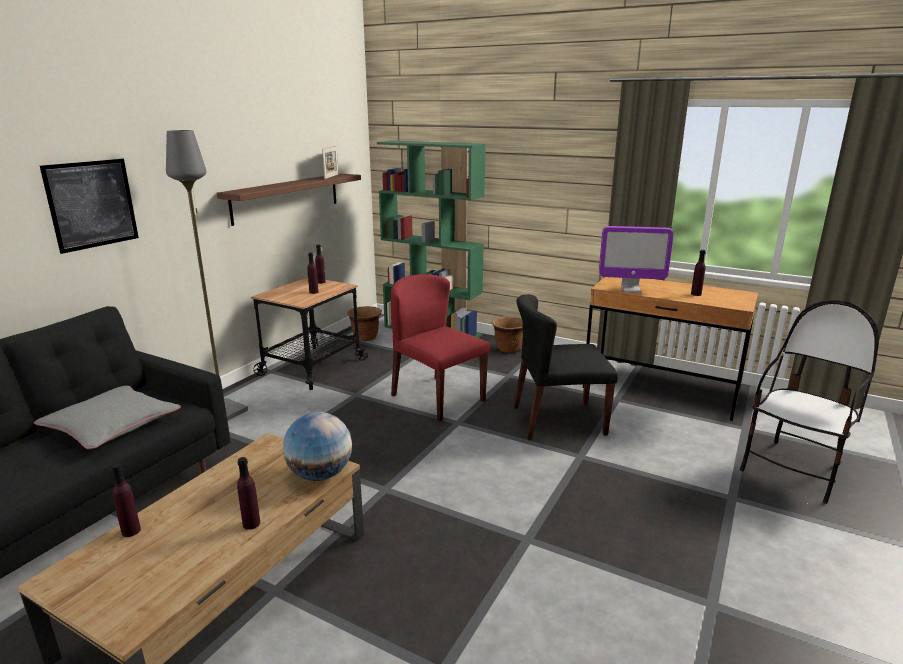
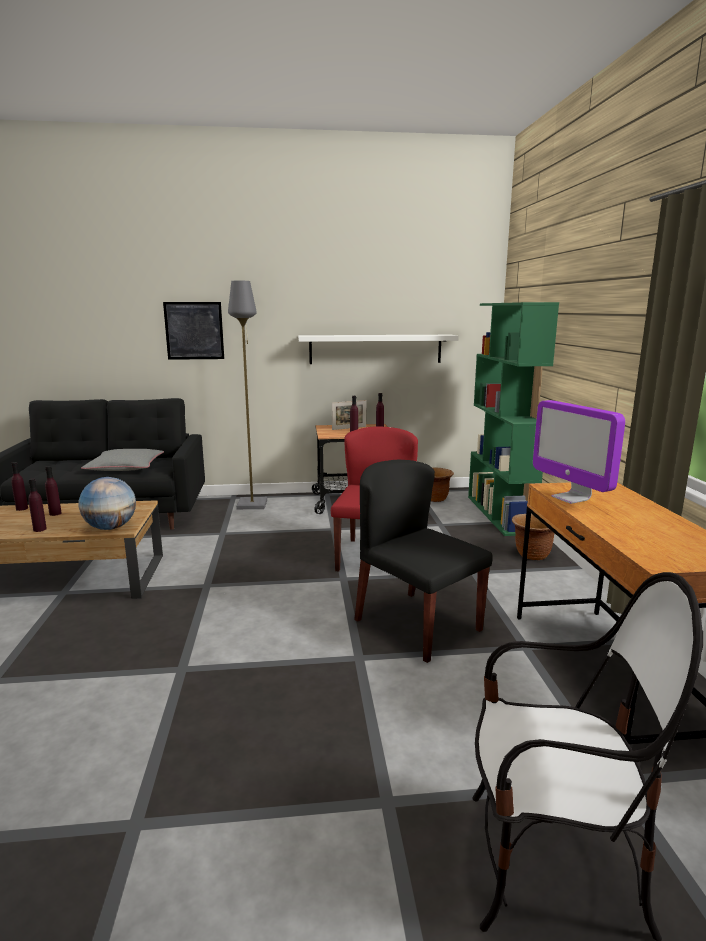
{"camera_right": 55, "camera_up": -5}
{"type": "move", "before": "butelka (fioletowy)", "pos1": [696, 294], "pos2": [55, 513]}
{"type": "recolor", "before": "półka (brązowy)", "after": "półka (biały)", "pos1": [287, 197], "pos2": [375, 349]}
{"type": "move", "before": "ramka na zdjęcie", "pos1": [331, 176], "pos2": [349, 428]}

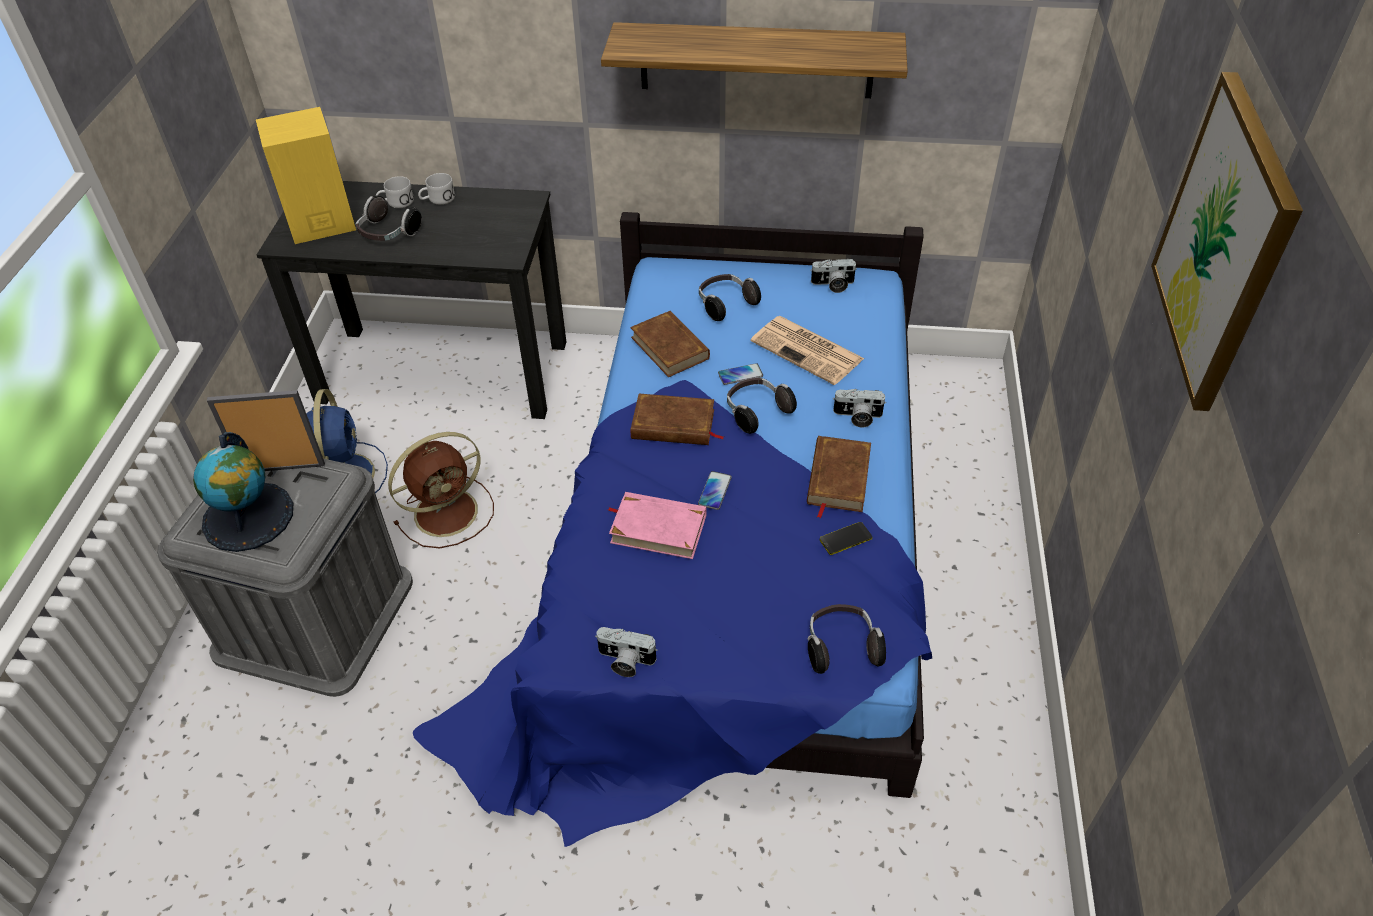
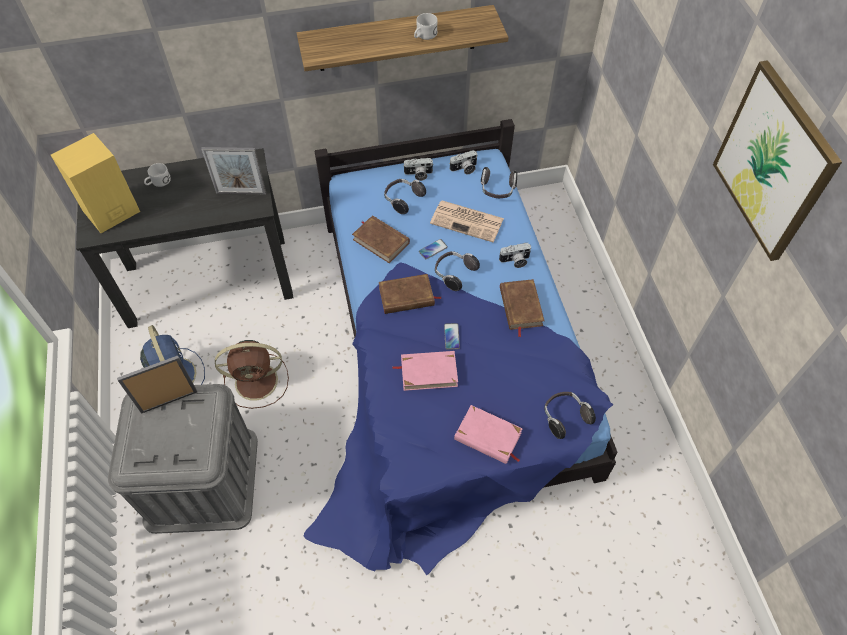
{"camera_right": -20, "camera_up": 10}
{"type": "insert", "after": "ramka na zdjęcie", "pos2": [241, 193]}
{"type": "rotate", "before": "wentylator (brązowy)", "pos1": [449, 511], "pos2": [258, 381], "turn": 45}
{"type": "move", "before": "aparat fotograficzny", "pos1": [624, 661], "pos2": [418, 174]}
{"type": "move", "before": "kubek (biały)", "pos1": [437, 200], "pos2": [424, 36]}
{"type": "insert", "after": "książka (różowy)", "pos2": [488, 437]}
{"type": "move", "before": "słuchawki", "pos1": [388, 234], "pos2": [497, 190]}
{"type": "delete", "before": "globus", "pos1": [248, 516]}
{"type": "delete", "before": "telefon", "pos1": [845, 539]}

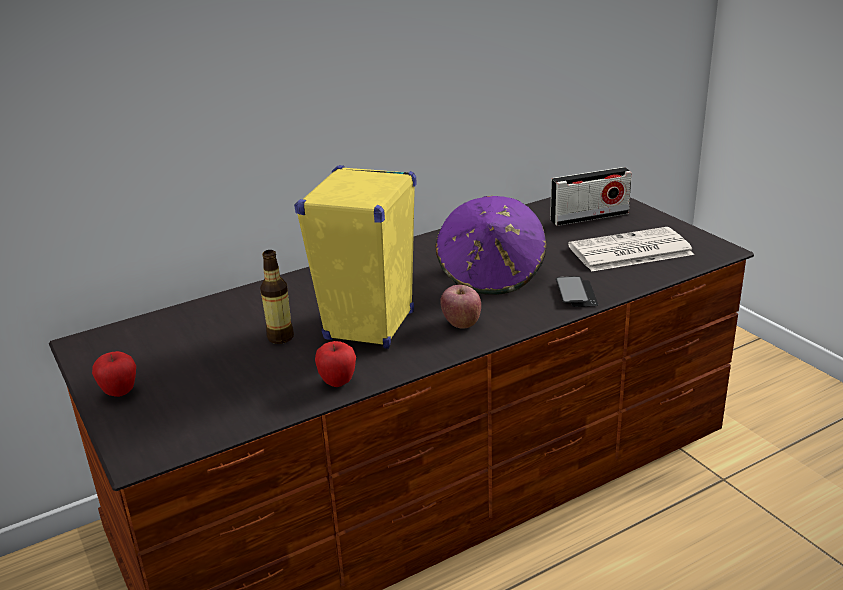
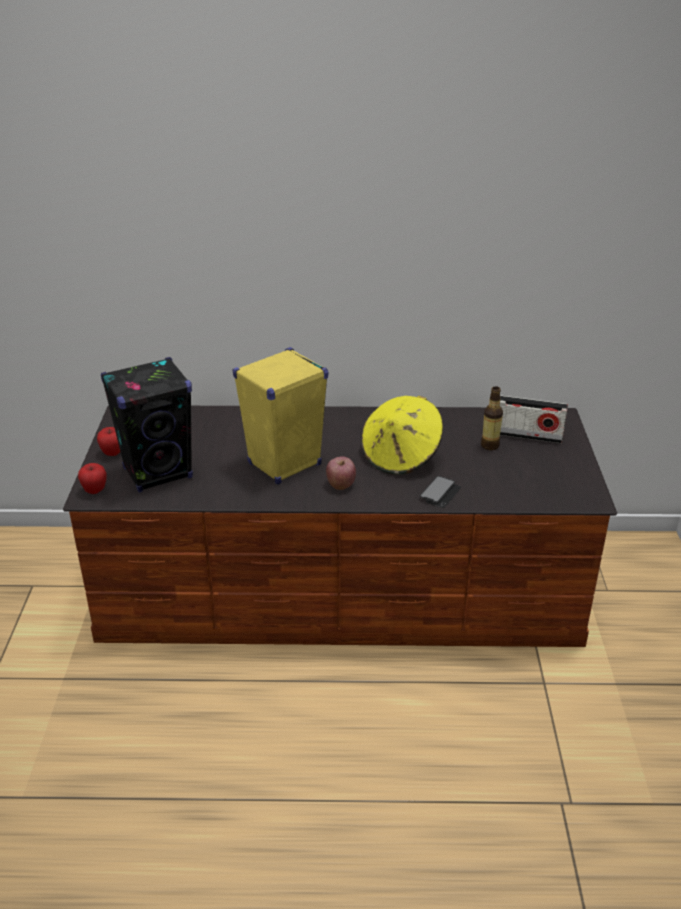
{"camera_right": 30, "camera_up": 5}
{"type": "move", "before": "jabłko", "pos1": [338, 382], "pos2": [95, 491]}
{"type": "insert", "after": "głośnik (czarny)", "pos2": [158, 473]}
{"type": "recolor", "before": "kapelusz (fioletowy)", "after": "kapelusz (żółty)", "pos1": [491, 275], "pos2": [401, 456]}
{"type": "move", "before": "butelka", "pos1": [280, 337], "pos2": [489, 445]}
{"type": "delete", "before": "gazeta", "pos1": [629, 251]}

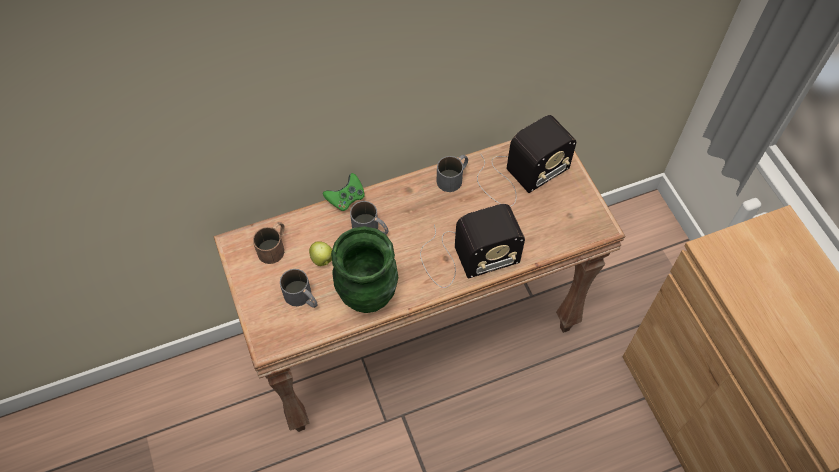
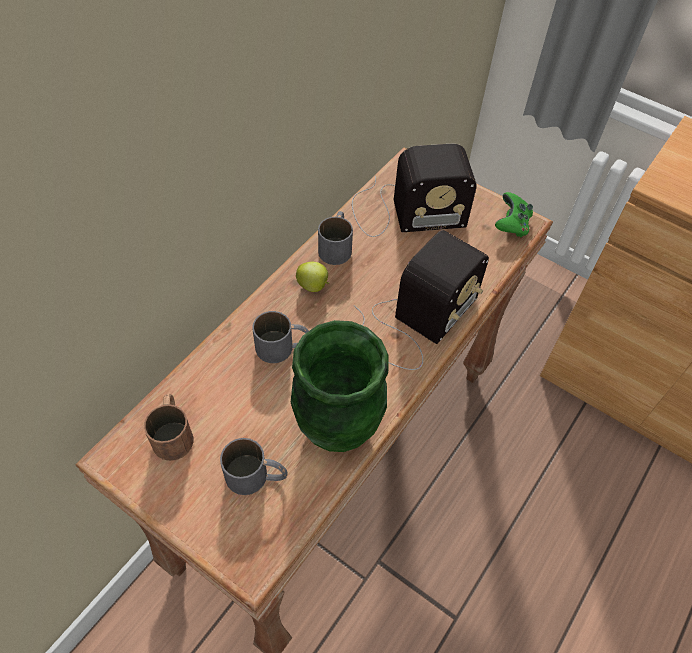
{"camera_right": -35, "camera_up": -5}
{"type": "move", "before": "jabłko", "pos1": [322, 260], "pos2": [313, 286]}
{"type": "rotate", "before": "radio", "pos1": [519, 175], "pos2": [404, 211], "turn": 60}
{"type": "move", "before": "pad do gier (zielony)", "pos1": [346, 199], "pos2": [511, 225]}

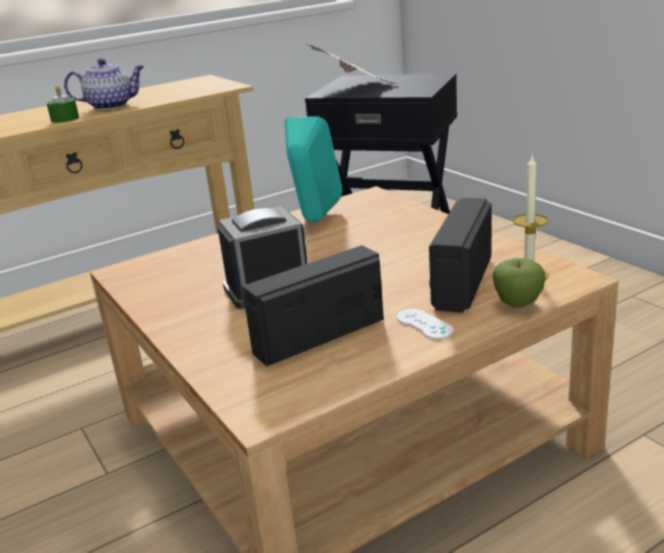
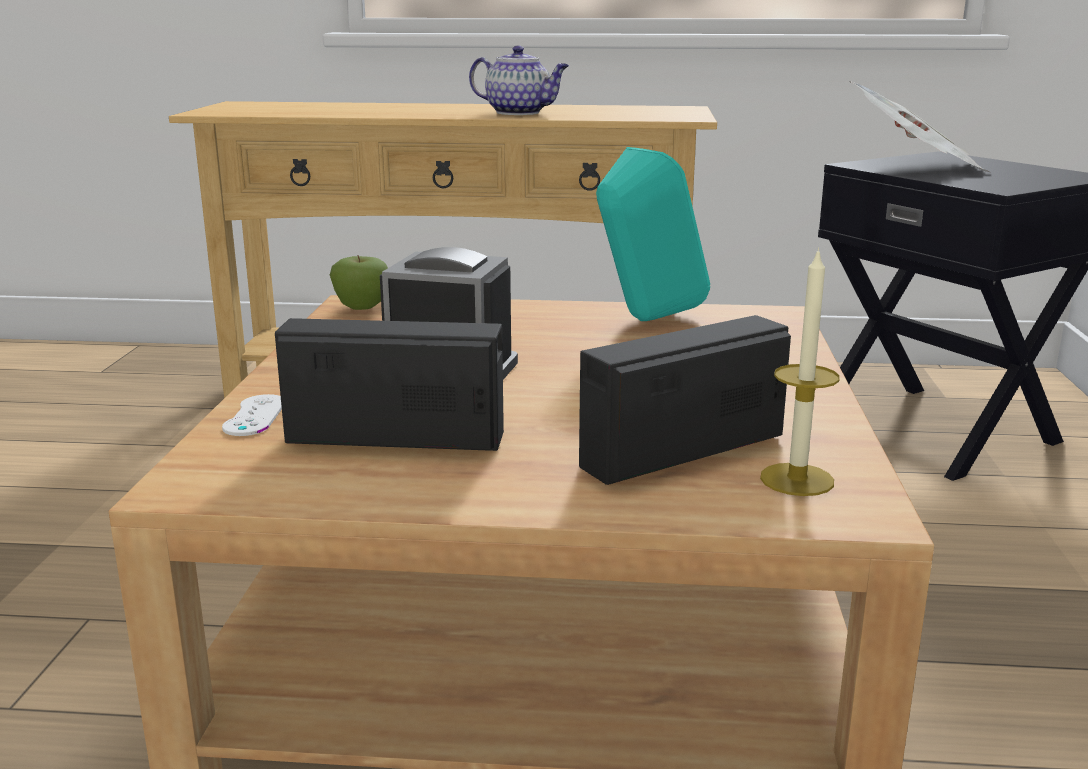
{"camera_right": 35, "camera_up": -5}
{"type": "move", "before": "pad do gier (biały)", "pos1": [424, 324], "pos2": [255, 416]}
{"type": "move", "before": "jabłko", "pos1": [518, 303], "pos2": [362, 308]}
{"type": "delete", "before": "świeca (zielony)", "pos1": [65, 119]}

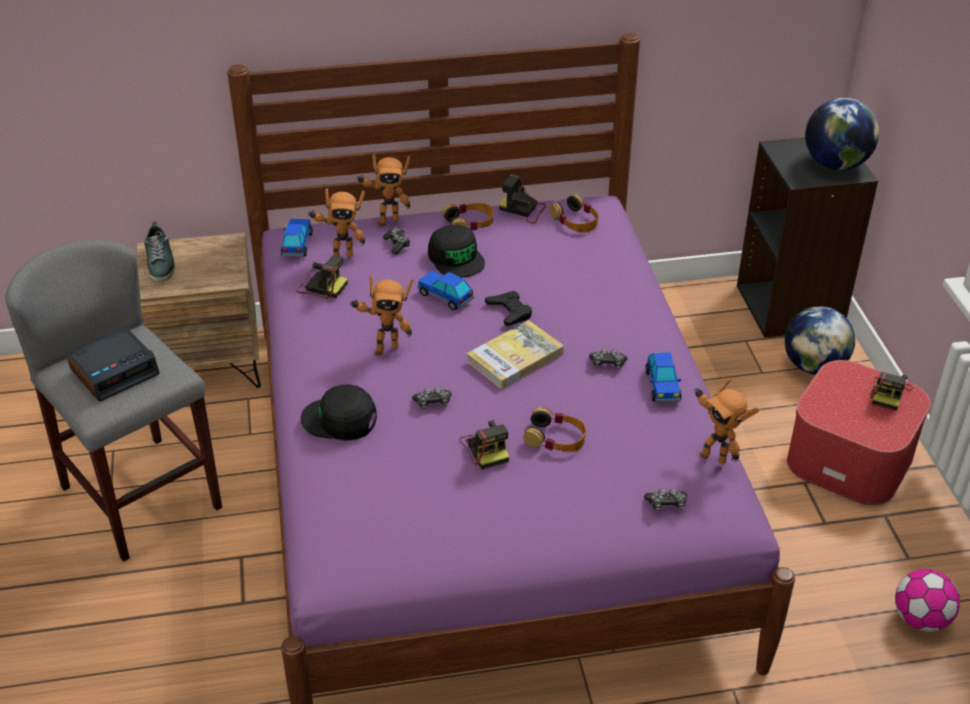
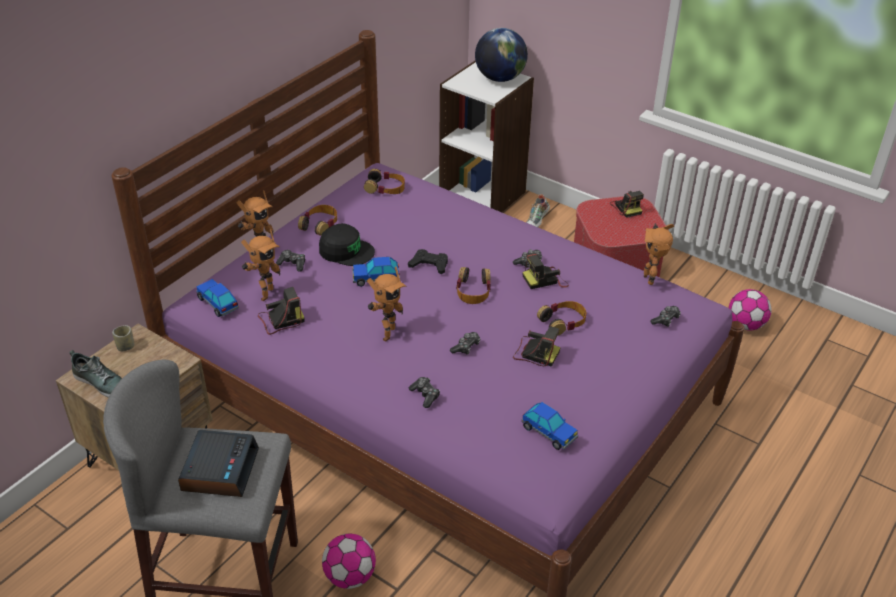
{"camera_right": -45, "camera_up": 0}
{"type": "insert", "after": "filiżanka", "pos2": [125, 346]}
{"type": "insert", "after": "piłka futbolowa", "pos2": [350, 576]}
{"type": "replace", "before": "czapka z daszkiem (czarny)", "after": "pad do gier", "pos1": [340, 420], "pos2": [425, 395]}
{"type": "recolor", "before": "regał (czarny)", "after": "regał (biały)", "pos1": [790, 306], "pos2": [483, 195]}
{"type": "replace", "before": "książka", "after": "słuchawki", "pos1": [515, 358], "pos2": [473, 290]}
{"type": "move", "before": "samochodzik", "pos1": [662, 386], "pos2": [549, 432]}
{"type": "move", "before": "aparat fotograficzny", "pos1": [523, 210], "pos2": [545, 280]}
{"type": "replace", "before": "globus", "after": "but", "pos1": [813, 366], "pos2": [537, 222]}
{"type": "rotate", "before": "robot zabawkowy", "pos1": [714, 456], "pos2": [651, 279], "turn": 90}

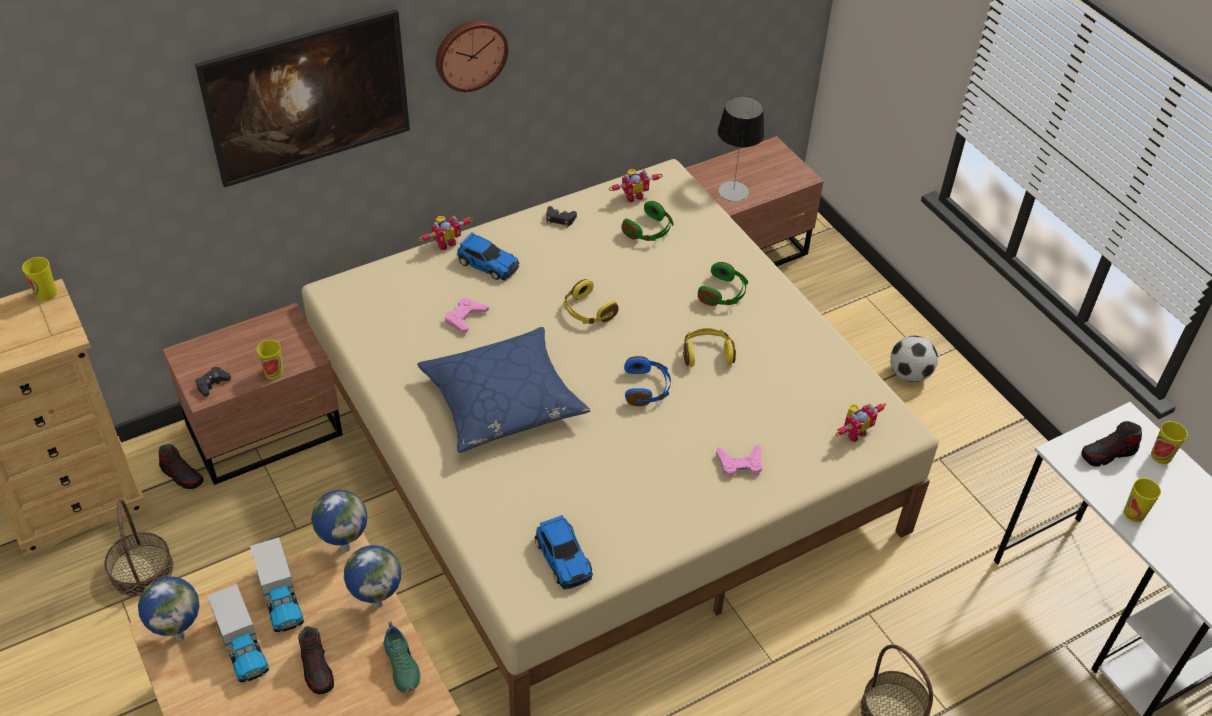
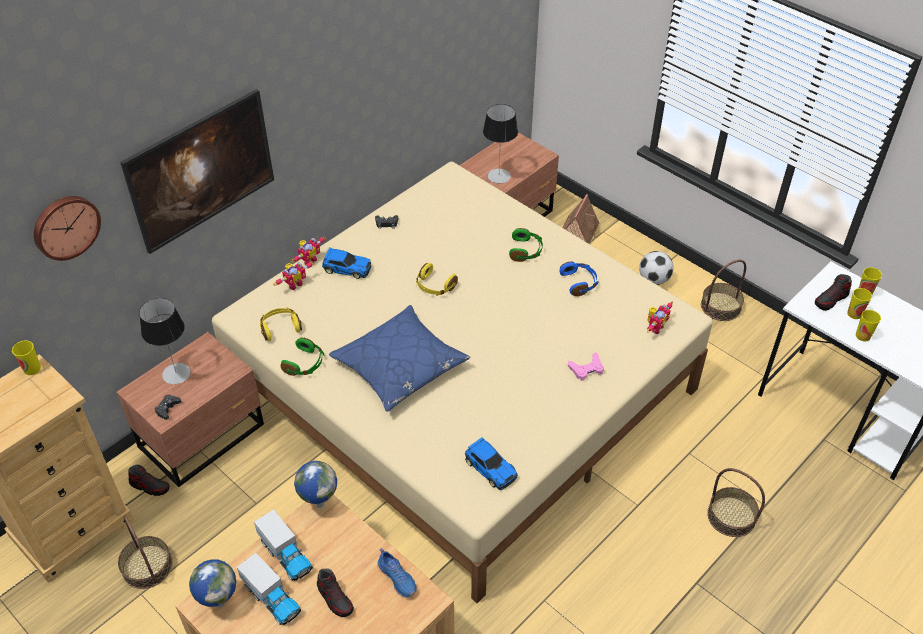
{"camera_right": -15, "camera_up": 0}
{"type": "move", "before": "zegar ścienny", "pos1": [470, 54], "pos2": [65, 226]}
{"type": "insert", "after": "lampa stołowa", "pos2": [176, 373]}
{"type": "move", "before": "słuchawki (żółty)", "pos1": [707, 353], "pos2": [280, 327]}
{"type": "move", "before": "robot zabawkowy", "pos1": [633, 196], "pos2": [294, 283]}
{"type": "move", "before": "słuchawki (zielony)", "pos1": [649, 231], "pos2": [305, 364]}
{"type": "recolor", "before": "but (zielony)", "after": "but (niebieski)", "pos1": [403, 665], "pos2": [398, 578]}
{"type": "move", "before": "słuchawki (niebieski)", "pos1": [647, 388], "pos2": [579, 283]}
{"type": "insert", "after": "domek", "pos2": [579, 231]}
{"type": "insert", "after": "koszyk", "pos2": [720, 306]}
{"type": "move", "before": "filiżanka", "pos1": [274, 372], "pos2": [854, 314]}
{"type": "delete", "before": "globus", "pos1": [377, 603]}
{"type": "delete", "before": "pad do gier (różowy)", "pos1": [465, 317]}

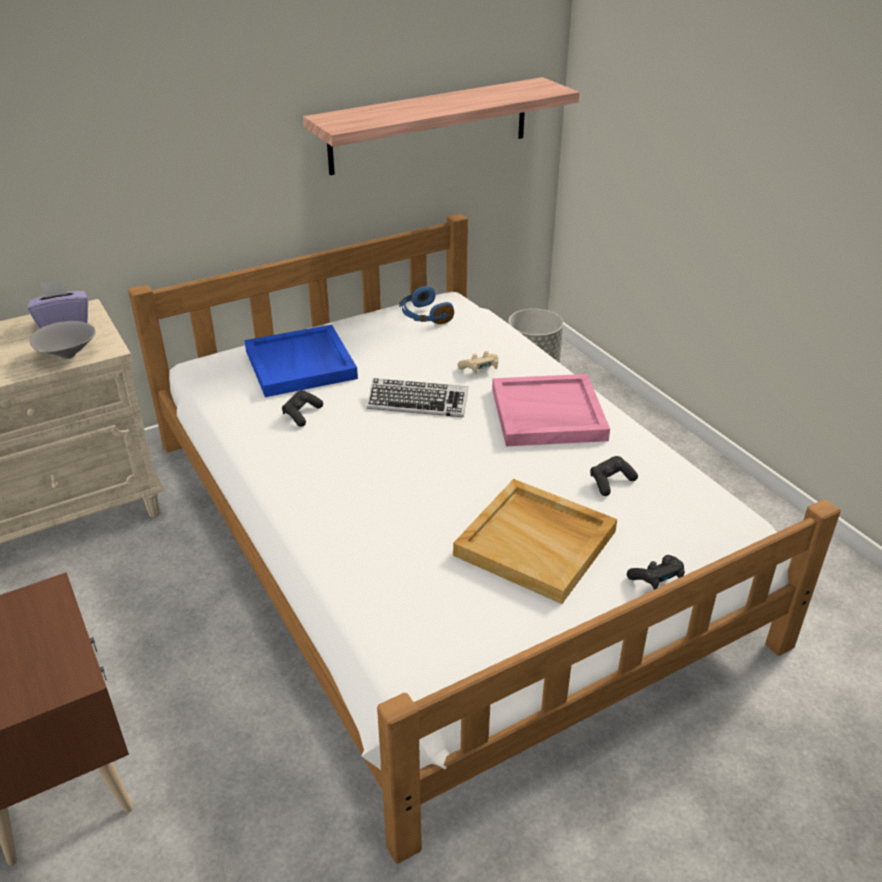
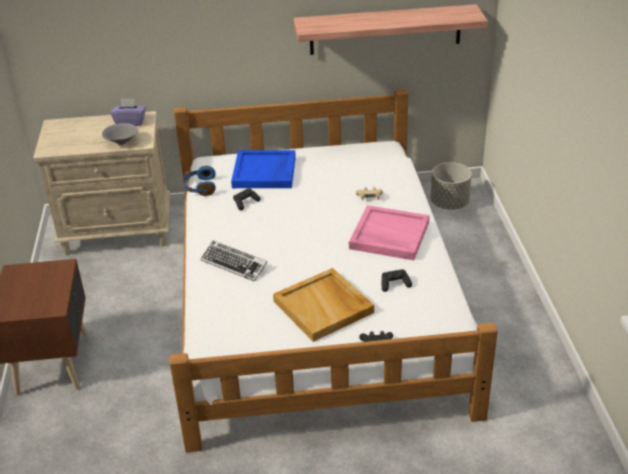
{"camera_right": 25, "camera_up": 0}
{"type": "move", "before": "słuchawki (niebieski)", "pos1": [424, 316], "pos2": [200, 187]}
{"type": "move", "before": "klawiatura", "pos1": [418, 403], "pos2": [234, 264]}

